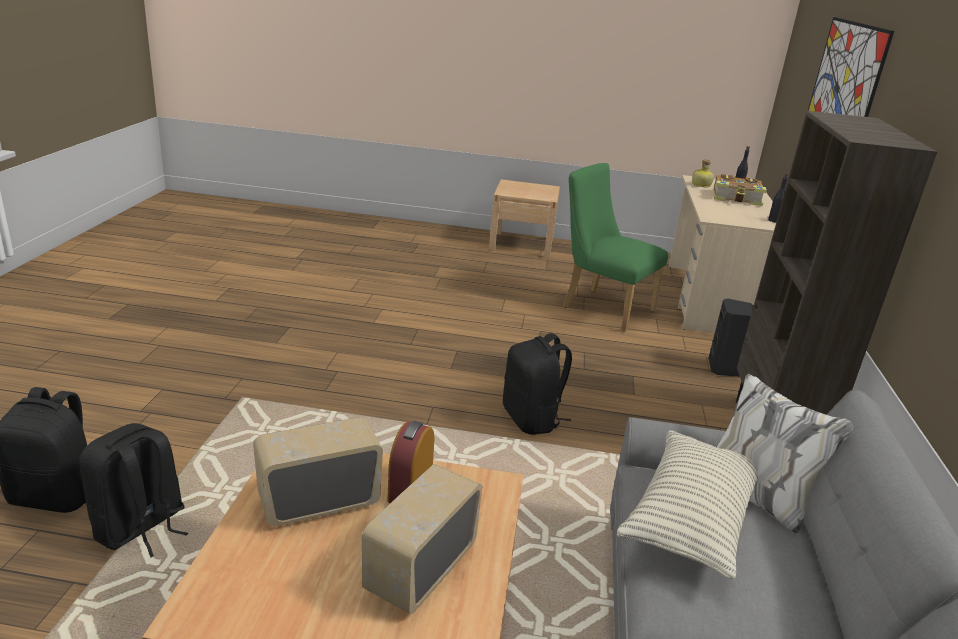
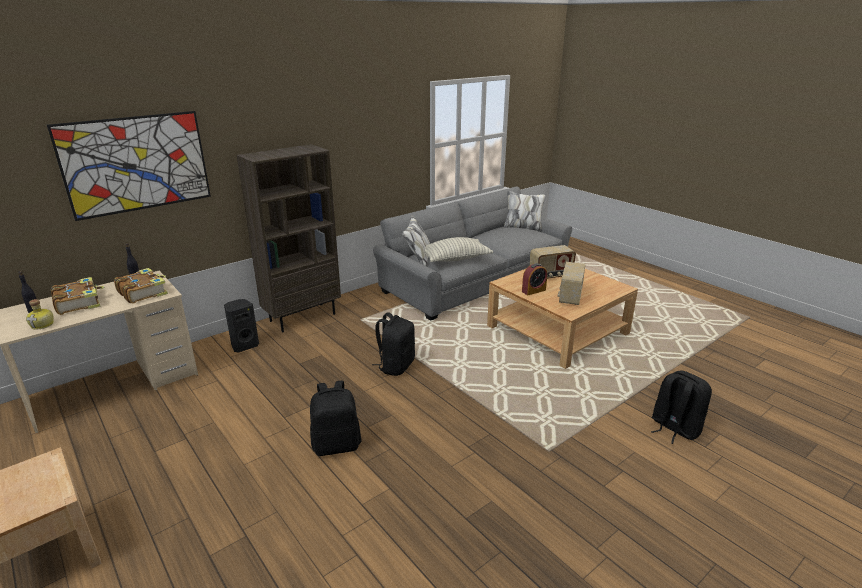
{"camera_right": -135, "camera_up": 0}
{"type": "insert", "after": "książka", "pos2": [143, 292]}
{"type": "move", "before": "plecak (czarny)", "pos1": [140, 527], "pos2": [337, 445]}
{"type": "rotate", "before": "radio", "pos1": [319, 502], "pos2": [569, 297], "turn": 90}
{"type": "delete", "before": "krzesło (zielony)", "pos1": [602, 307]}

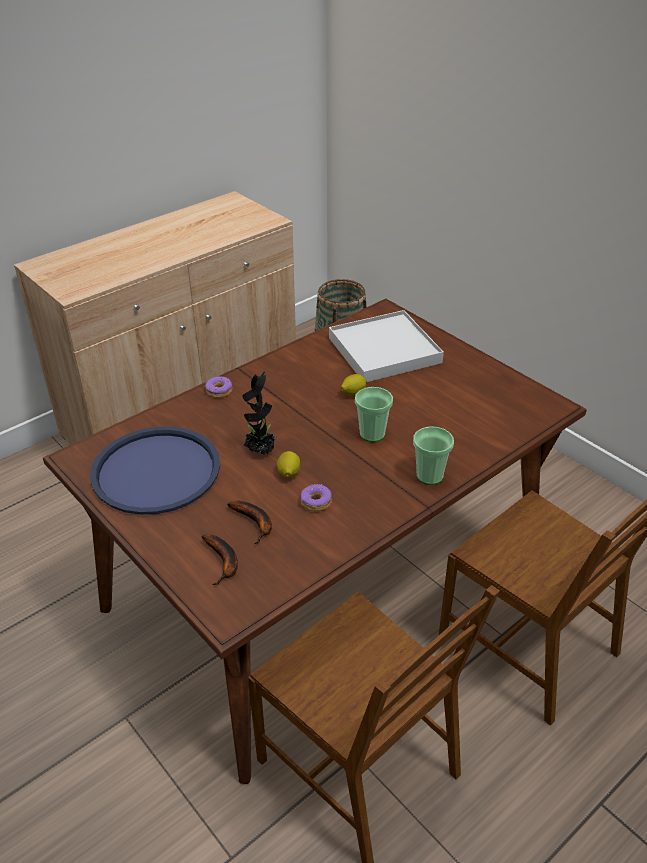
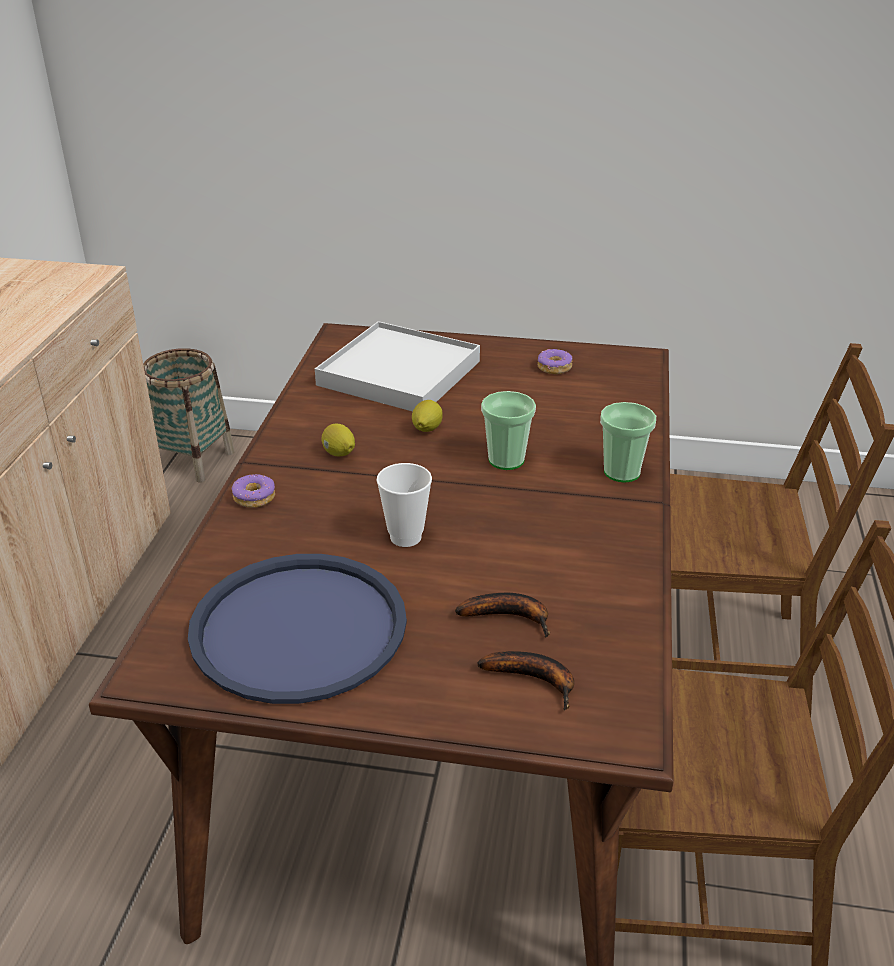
{"camera_right": -40, "camera_up": -5}
{"type": "move", "before": "cytryna", "pos1": [288, 473], "pos2": [339, 454]}
{"type": "replace", "before": "roślina doniczkowa", "after": "filiżanka", "pos1": [261, 451], "pos2": [405, 537]}
{"type": "move", "before": "donut", "pos1": [315, 502], "pos2": [554, 368]}

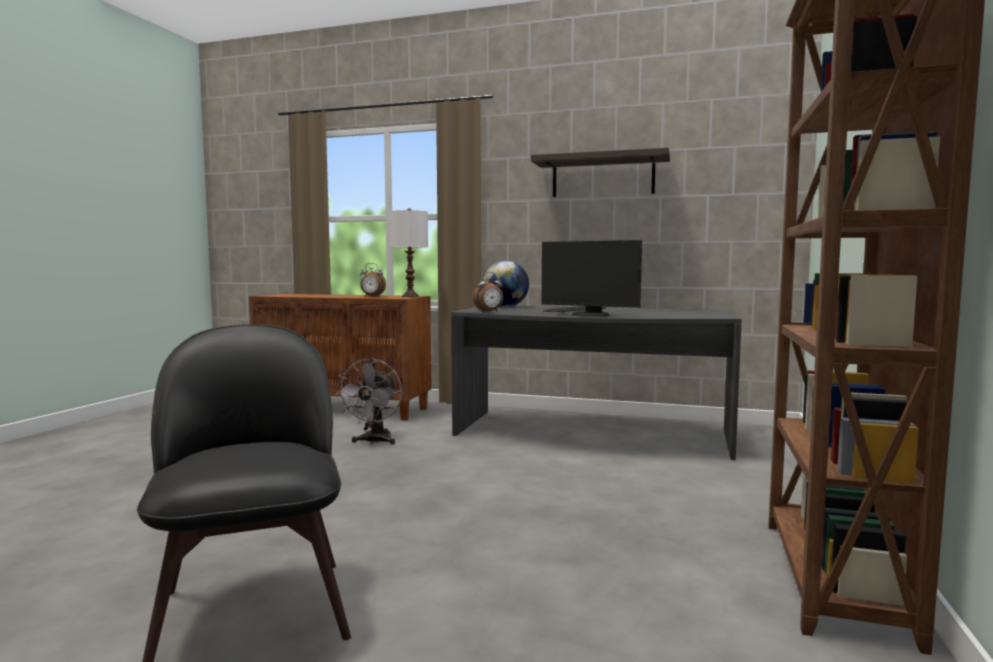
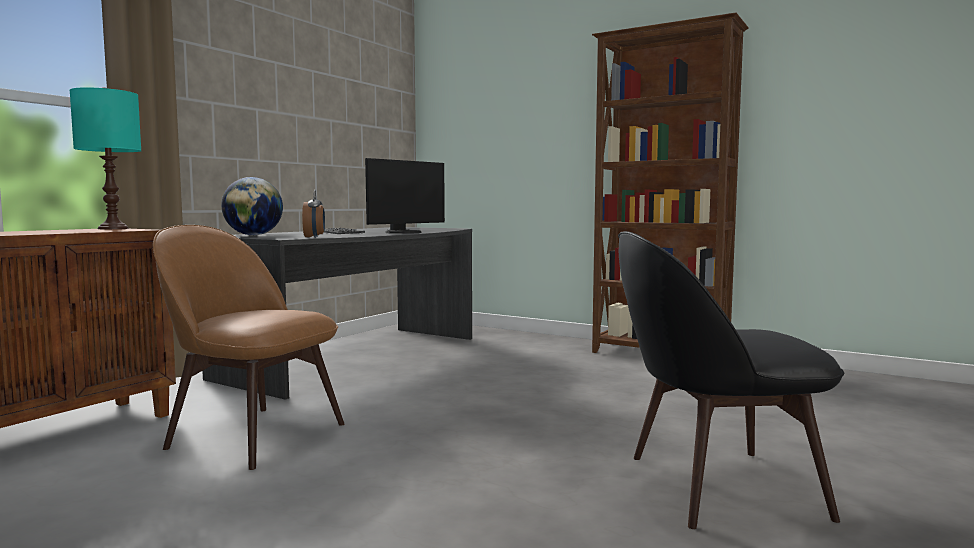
{"camera_right": -75, "camera_up": 0}
{"type": "recolor", "before": "lampa stołowa (biały)", "after": "lampa stołowa (turkusowy)", "pos1": [410, 296], "pos2": [113, 228]}
{"type": "replace", "before": "wentylator (szary)", "after": "krzesło (brązowy)", "pos1": [374, 442], "pos2": [252, 434]}
{"type": "delete", "before": "budzik", "pos1": [372, 296]}
{"type": "delete", "before": "półka", "pos1": [603, 177]}

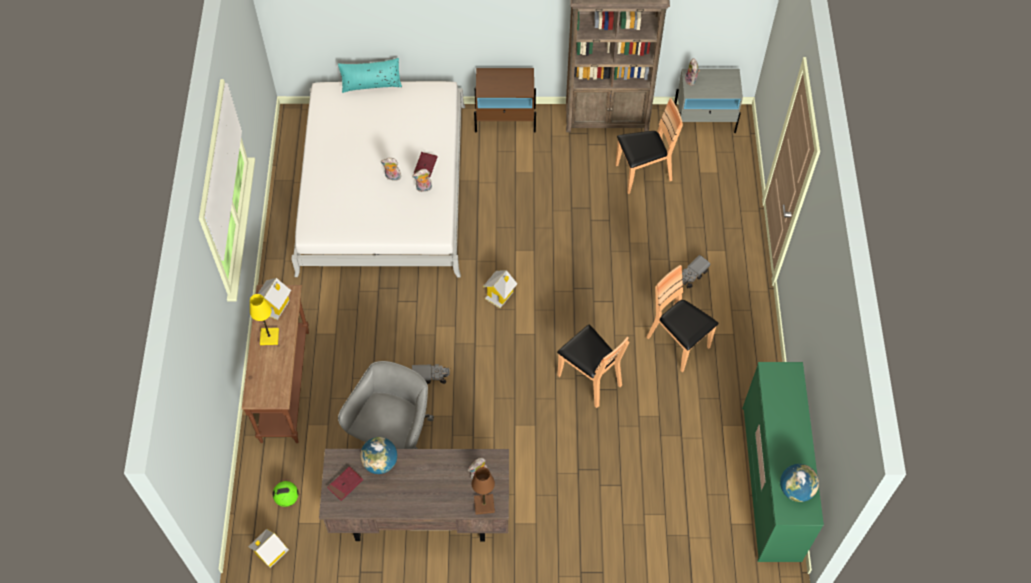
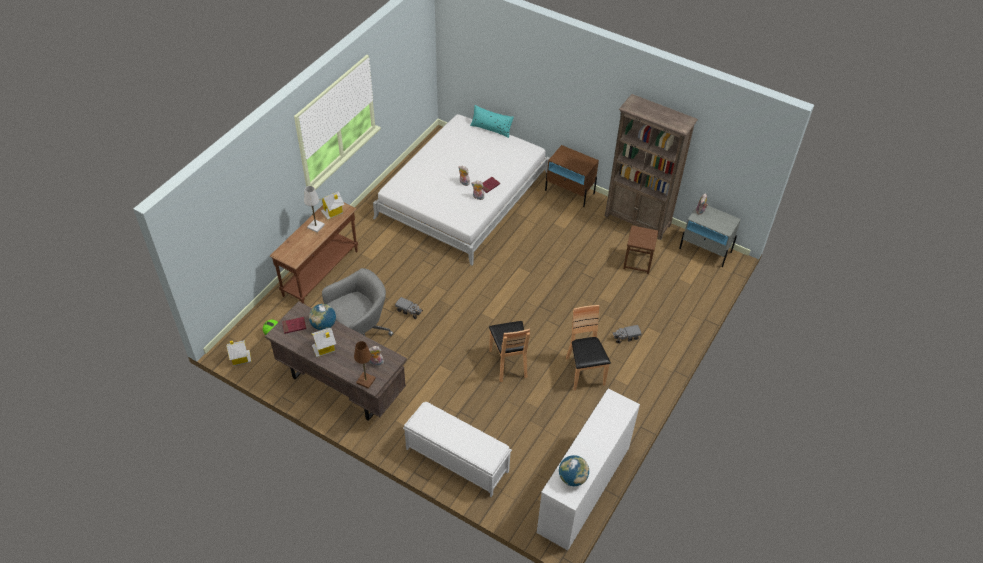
{"camera_right": 30, "camera_up": -10}
{"type": "recolor", "before": "lampa stołowa (żółty)", "after": "lampa stołowa (biały)", "pos1": [269, 337], "pos2": [316, 226]}
{"type": "move", "before": "domek", "pos1": [500, 294], "pos2": [324, 348]}
{"type": "insert", "after": "ławka (biały)", "pos2": [456, 459]}
{"type": "recolor", "before": "komoda (zielony)", "after": "komoda (biały)", "pos1": [770, 483], "pos2": [583, 489]}
{"type": "replace", "before": "krzesło (brązowy)", "after": "stołek (brązowy)", "pos1": [643, 174], "pos2": [638, 262]}

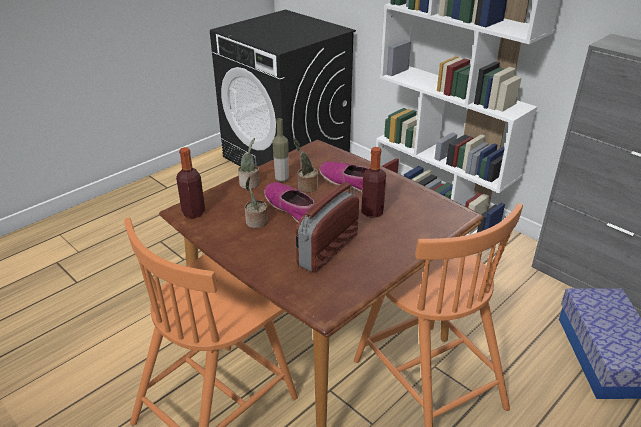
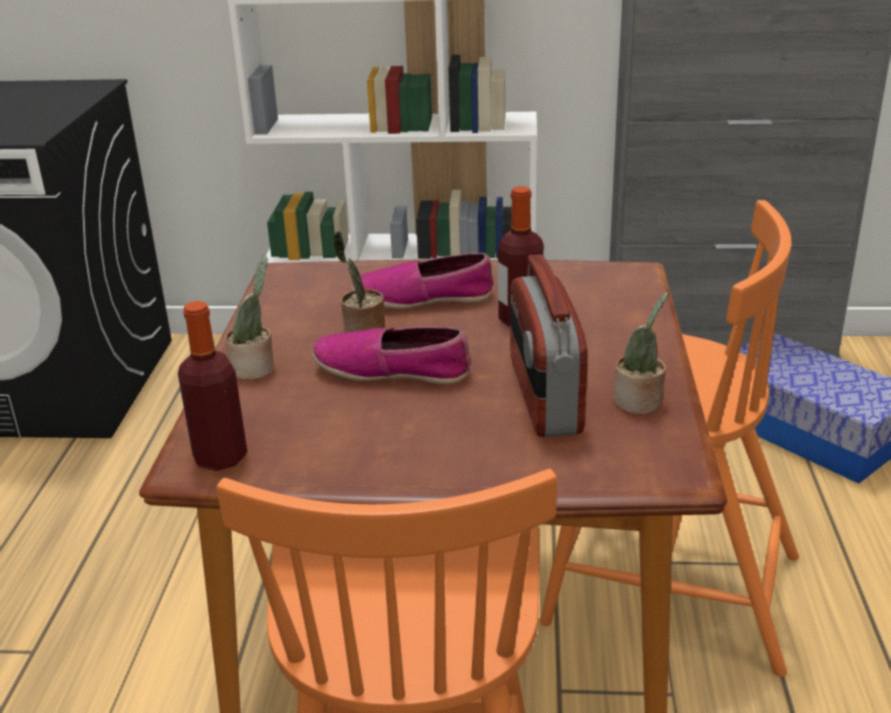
{"camera_right": -40, "camera_up": -5}
{"type": "move", "before": "roślina doniczkowa", "pos1": [256, 223], "pos2": [640, 403]}
{"type": "delete", "before": "butelka", "pos1": [282, 179]}

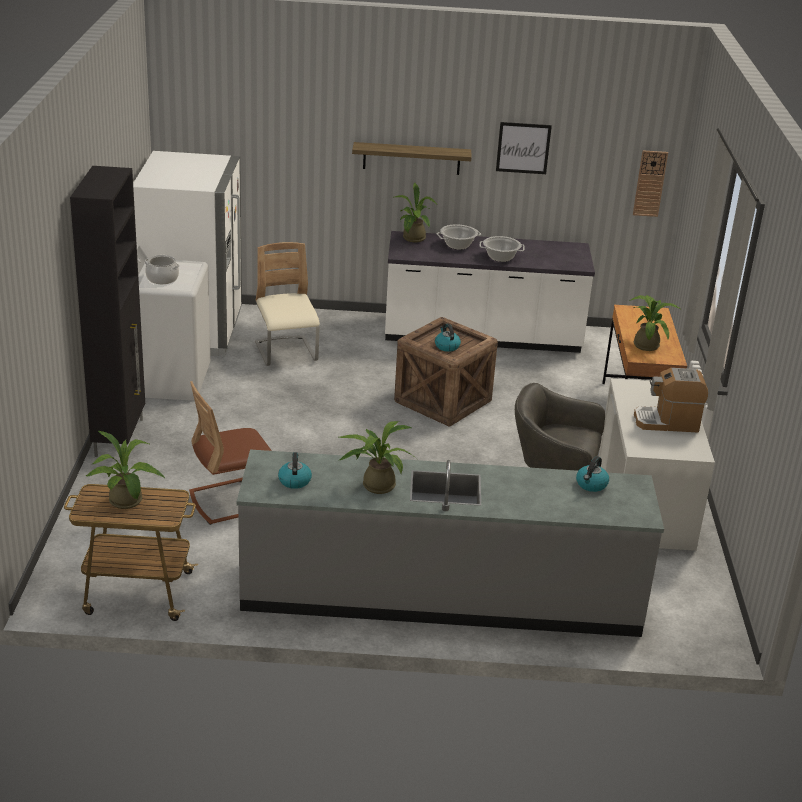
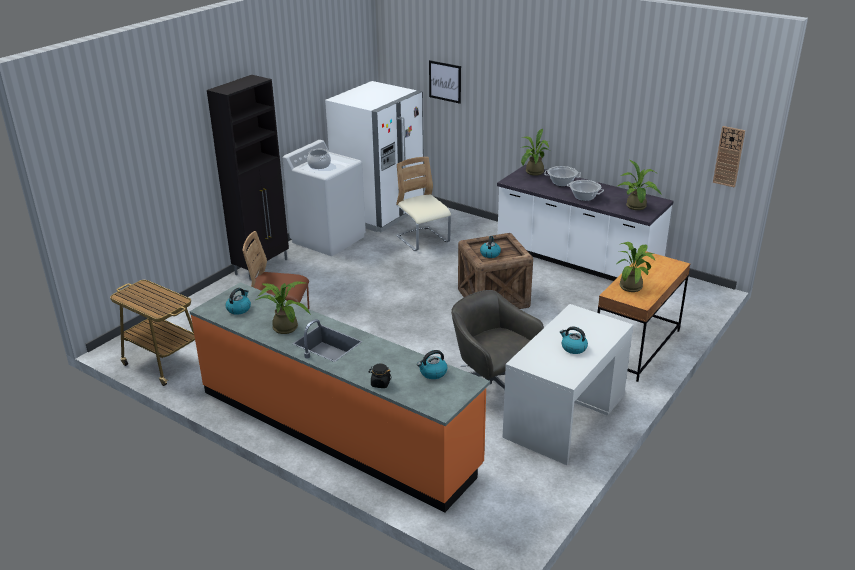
{"camera_right": 35, "camera_up": 0}
{"type": "recolor", "before": "zabudowa kuchenna (szary)", "after": "zabudowa kuchenna (pomarańczowy)", "pos1": [441, 595], "pos2": [336, 428]}
{"type": "insert", "after": "słoik (czarny)", "pos2": [380, 383]}
{"type": "rotate", "before": "krzesło (beżowy)", "pos1": [286, 353], "pos2": [423, 240], "turn": -45}
{"type": "move", "before": "obraz", "pos1": [523, 148], "pos2": [445, 81]}
{"type": "replace", "before": "ekspres do kawy", "after": "czajnik", "pos1": [667, 422], "pos2": [573, 348]}
{"type": "move", "before": "roślina doniczkowa", "pos1": [128, 503], "pos2": [637, 208]}
{"type": "delete", "before": "półka", "pos1": [411, 158]}

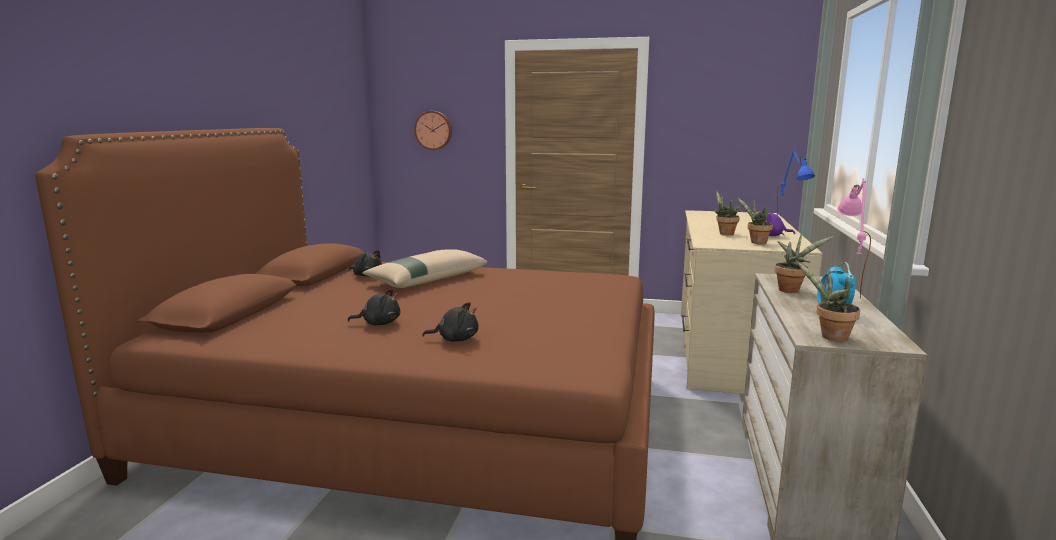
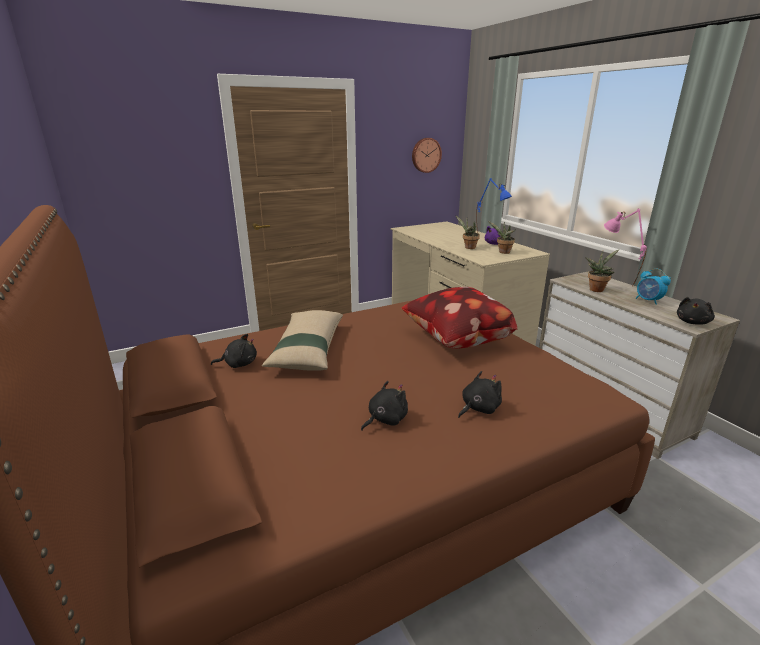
{"camera_right": -40, "camera_up": 10}
{"type": "insert", "after": "poduszka", "pos2": [456, 341]}
{"type": "move", "before": "zegar ścienny", "pos1": [433, 130], "pos2": [425, 155]}
{"type": "replace", "before": "roślina doniczkowa", "after": "pluszak (czarny)", "pos1": [830, 337], "pos2": [692, 322]}

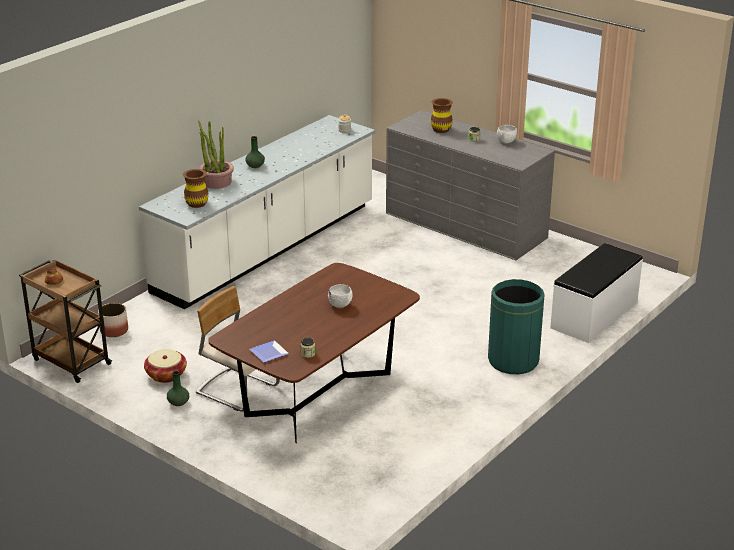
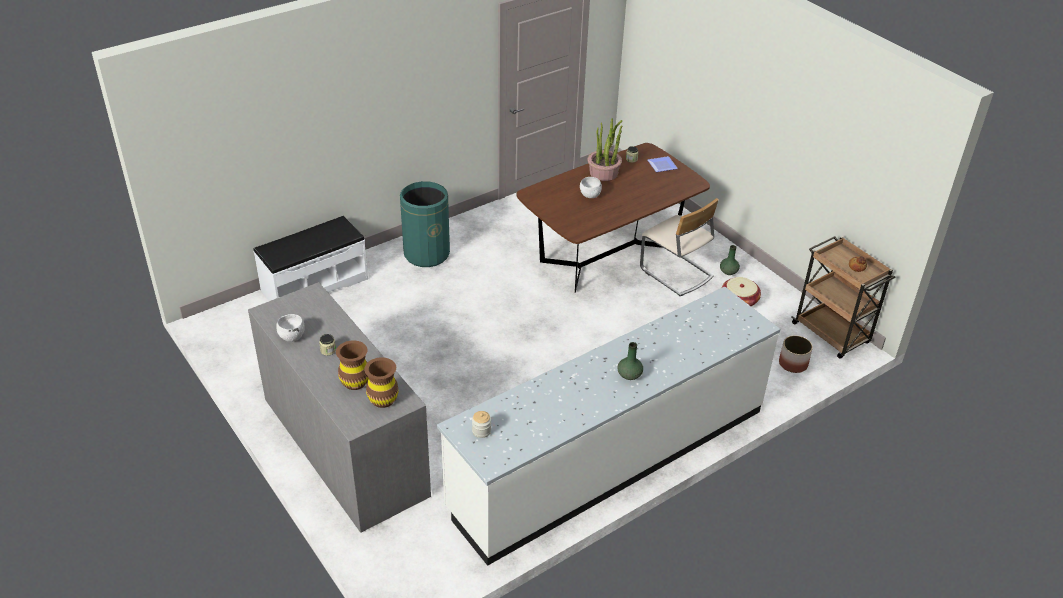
{"camera_right": -165, "camera_up": 10}
{"type": "move", "before": "wazon (brązowy)", "pos1": [197, 203], "pos2": [383, 399]}
{"type": "move", "before": "roślina doniczkowa", "pos1": [216, 182], "pos2": [604, 173]}

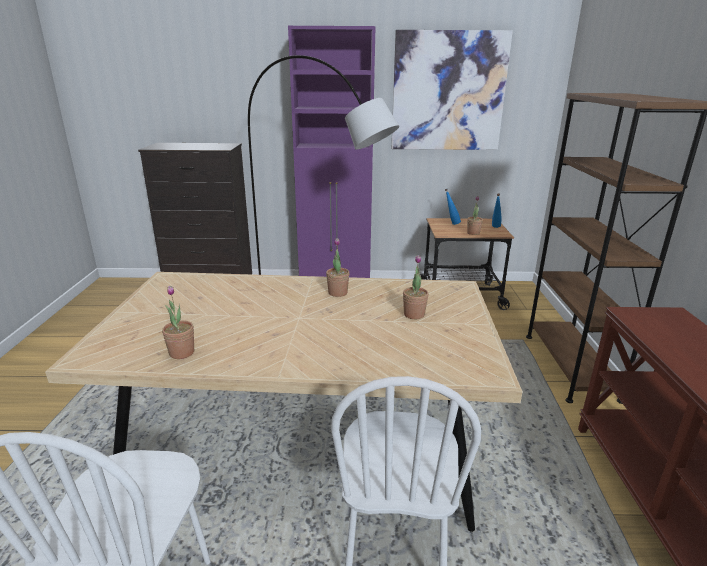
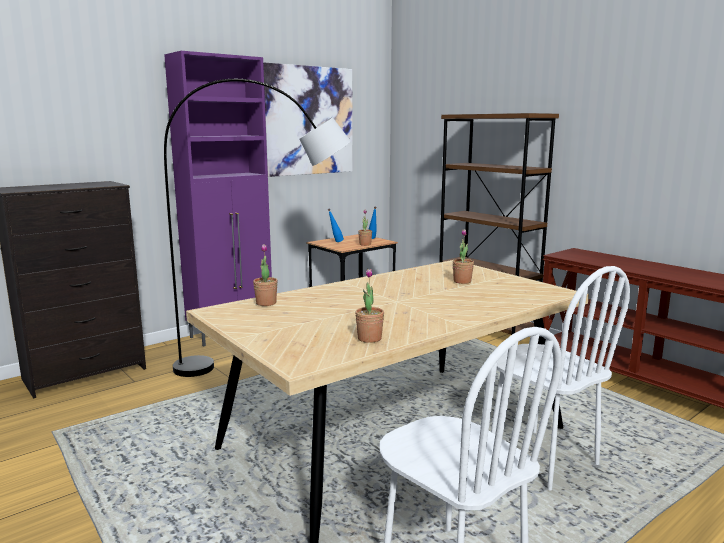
{"camera_right": -40, "camera_up": -10}
{"type": "move", "before": "roślina doniczkowa", "pos1": [338, 293], "pos2": [266, 303]}

